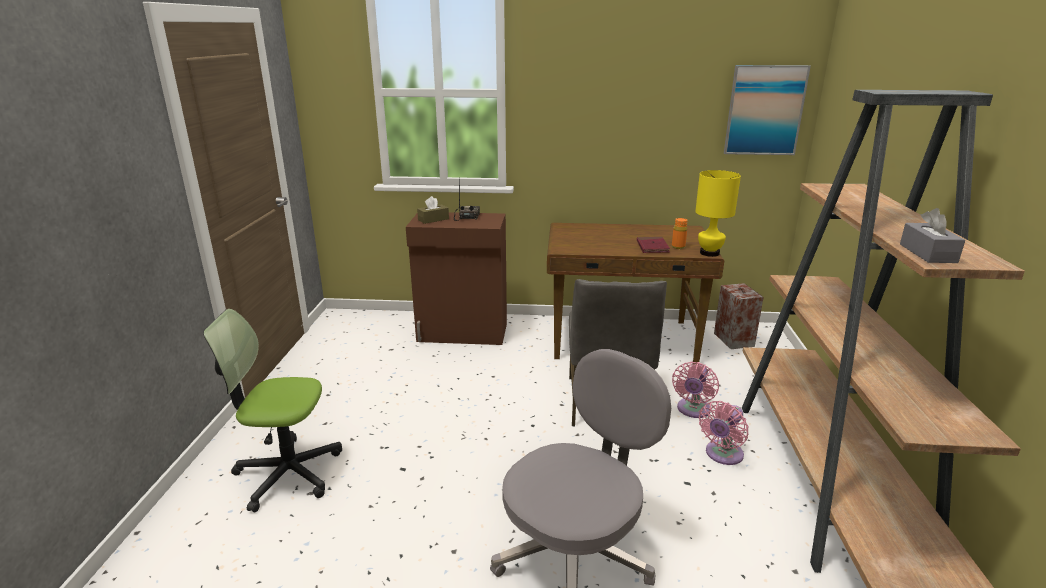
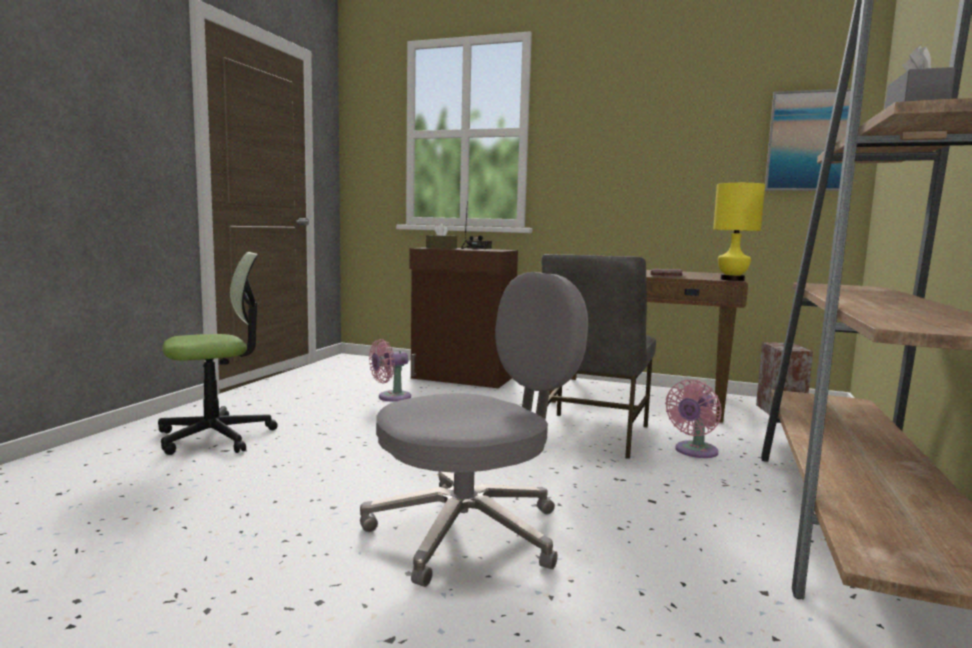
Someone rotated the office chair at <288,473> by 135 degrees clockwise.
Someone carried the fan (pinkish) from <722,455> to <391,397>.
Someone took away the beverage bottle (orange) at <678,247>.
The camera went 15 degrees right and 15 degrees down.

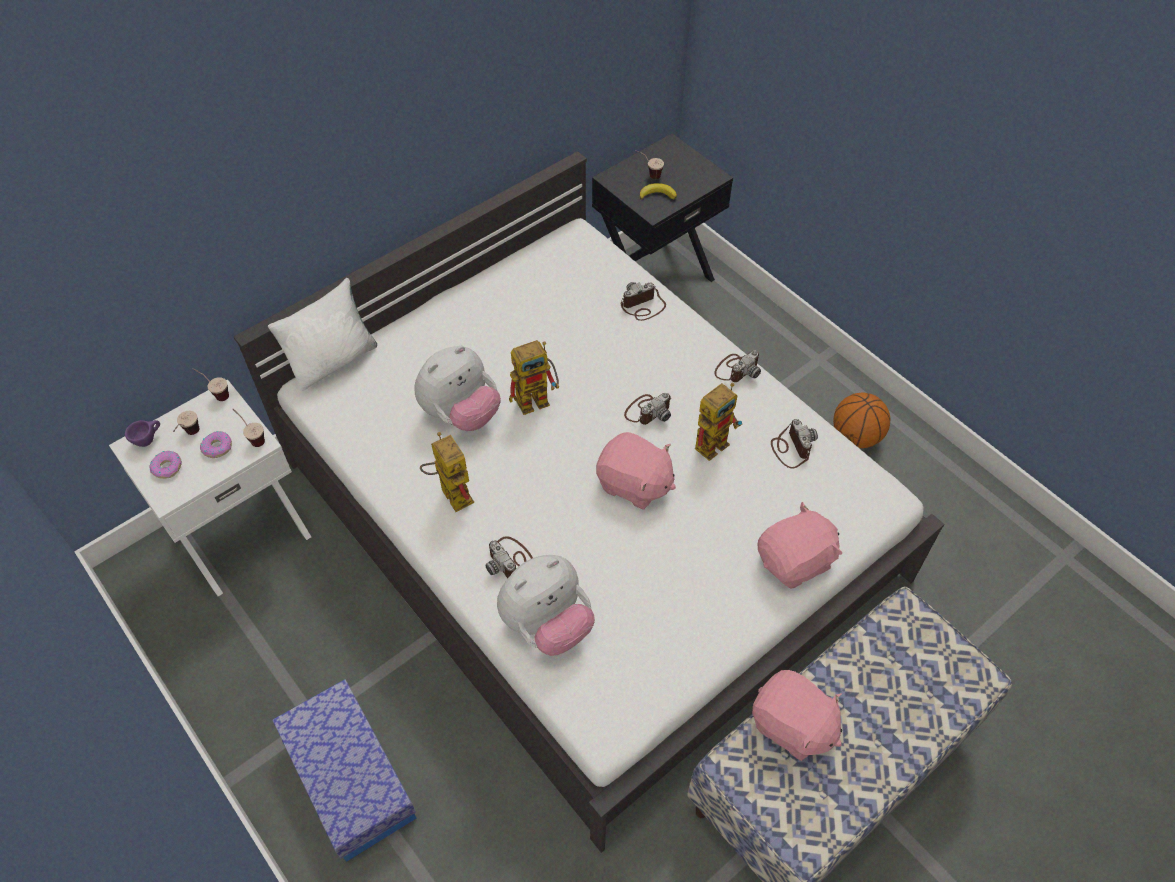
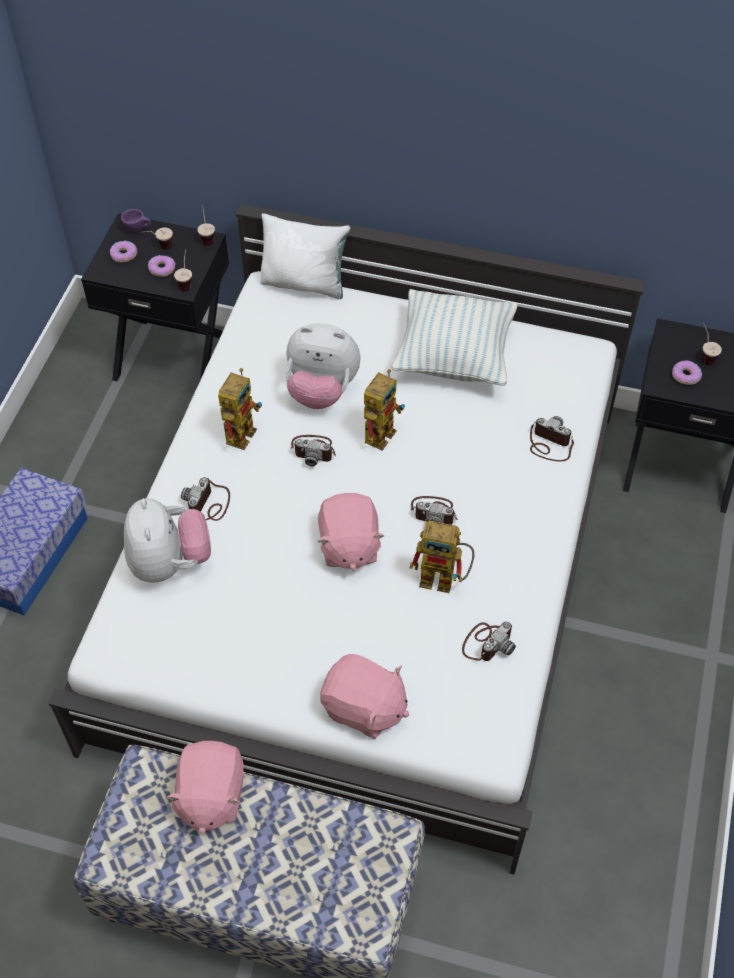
Someone repainted the night table (white) at <240,531>, which became the night table (black-coloured) at <173,355>.
Someone rotated the soft toy at <547,624> by 120 degrees counterclockwise.
Someone carried the photo camera from <736,369> to <314,450>.
Someone rotated the model robot at <538,398> by 90 degrees counterclockwise.
Someone put down the cushion at <454,357>.
Someone swapped the banana at <657,194> for the ring doughnut at <685,376>.
Someone took away the basketball ball at <856,436>.
The camera went 55 degrees right and 0 degrees up.

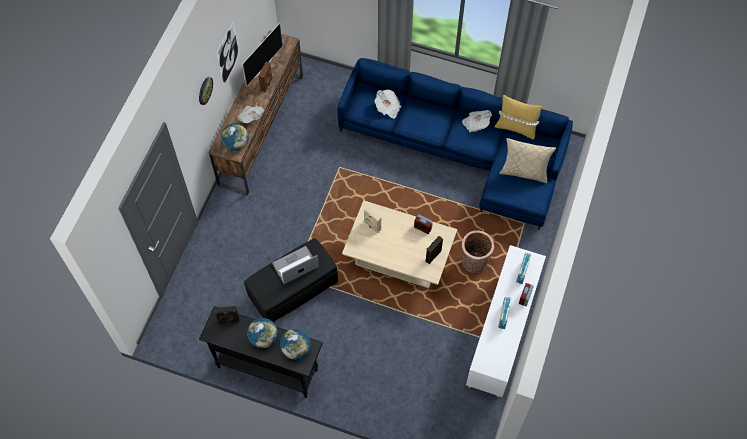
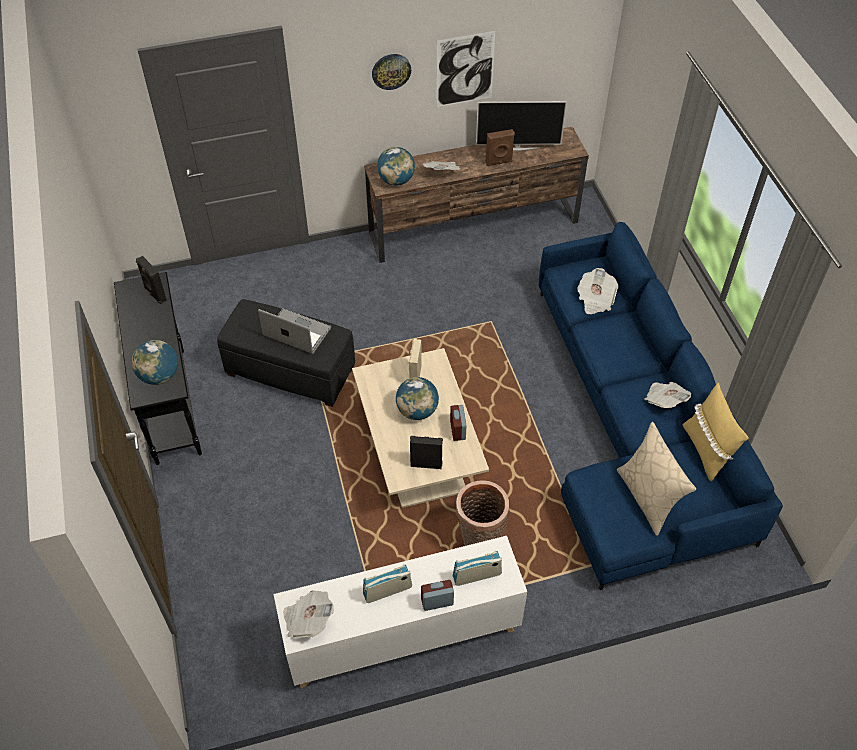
Someone put down the printed paper at <308,620>.
Someone carried the desk globe from <263,338> to <417,411>.
The camera went 55 degrees right and 10 degrees down.

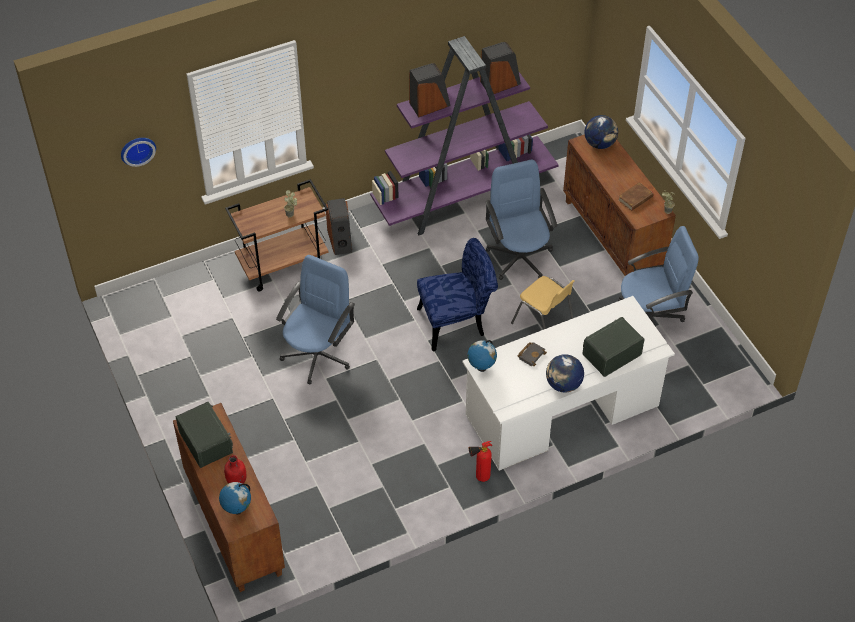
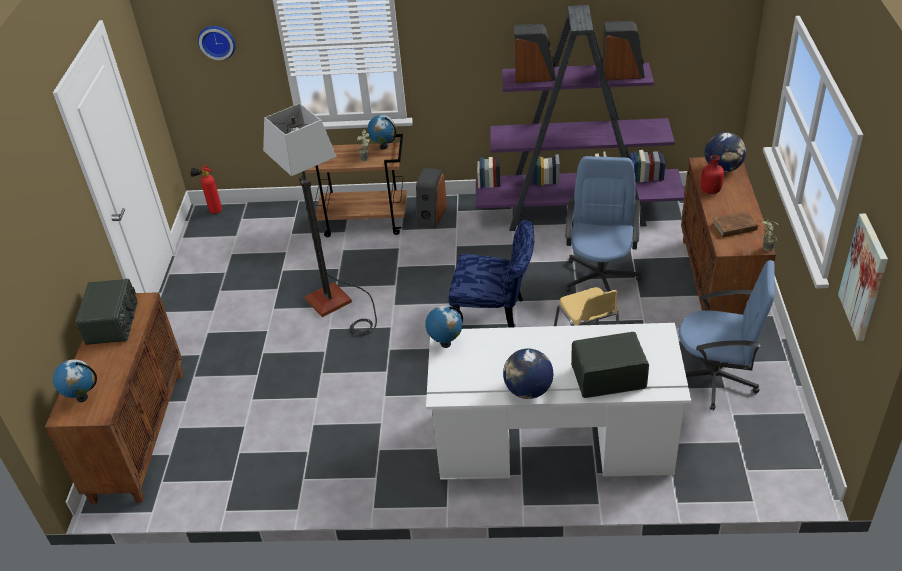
Someone carried the fire extinguisher from <479,478> to <213,211>.
Someone swapped the office chair (blue-coloured) at <318,354> for the standard lamp at <338,305>.
Someone put down the desk globe at <384,146>.
Someone carried the beverage bottle (reddish) from <236,480> to <710,190>.
Someone put up the wall art at <864,277>.
Someone took away the book (black-coloured) at <531,354>.
The camera went 30 degrees right and 10 degrees down.

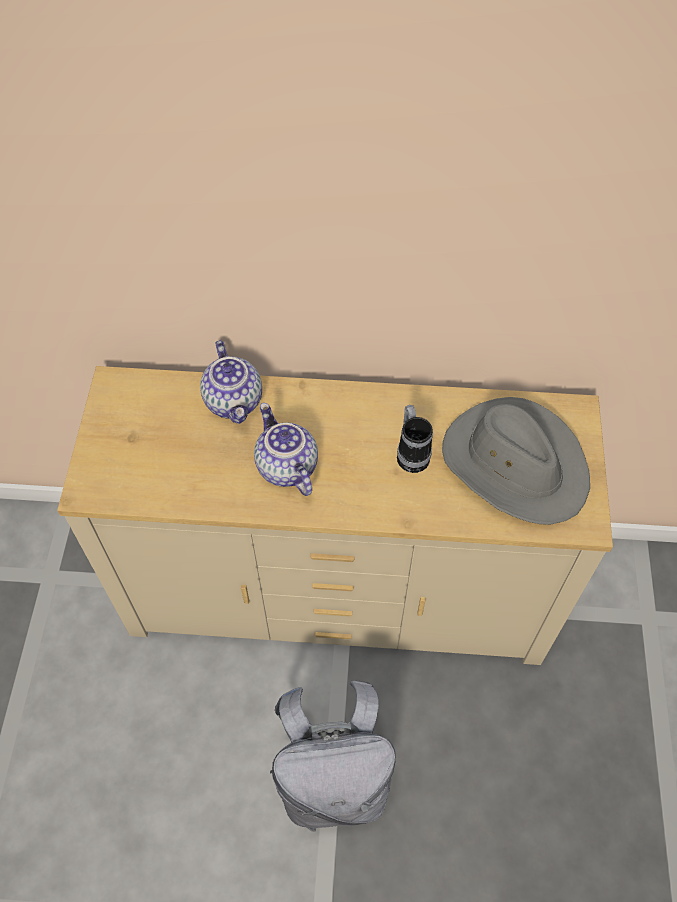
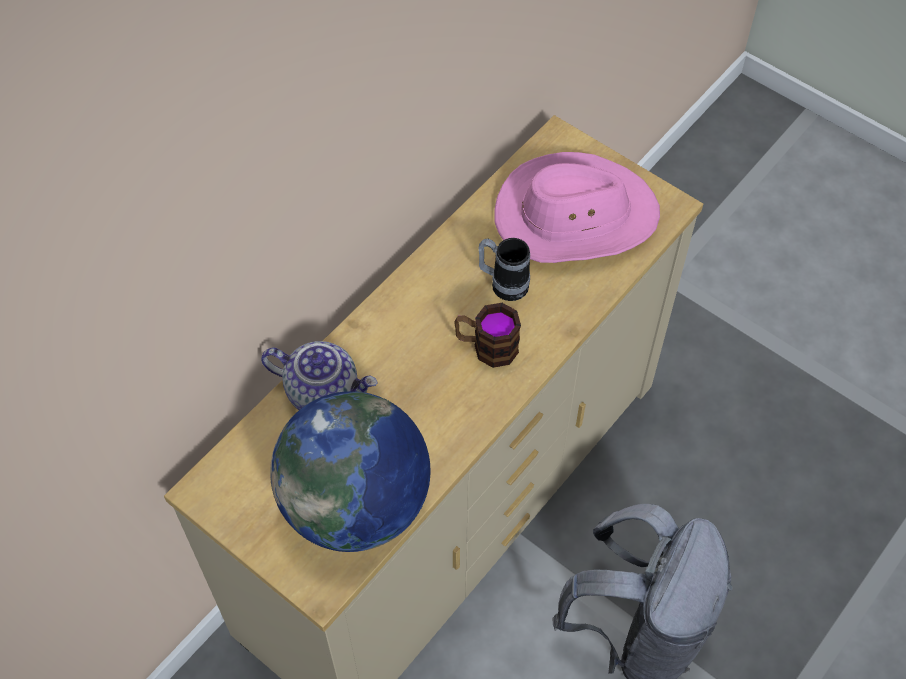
Someone put down the desk globe at <356,504>.
Someone put down the coffee mug at <486,347>.
Someone repainted the clothing hat (gray) at <515,463>, which became the clothing hat (pinkish) at <575,216>.
Someone took away the teapot at <285,467>.
The camera went 55 degrees left and 0 degrees up.

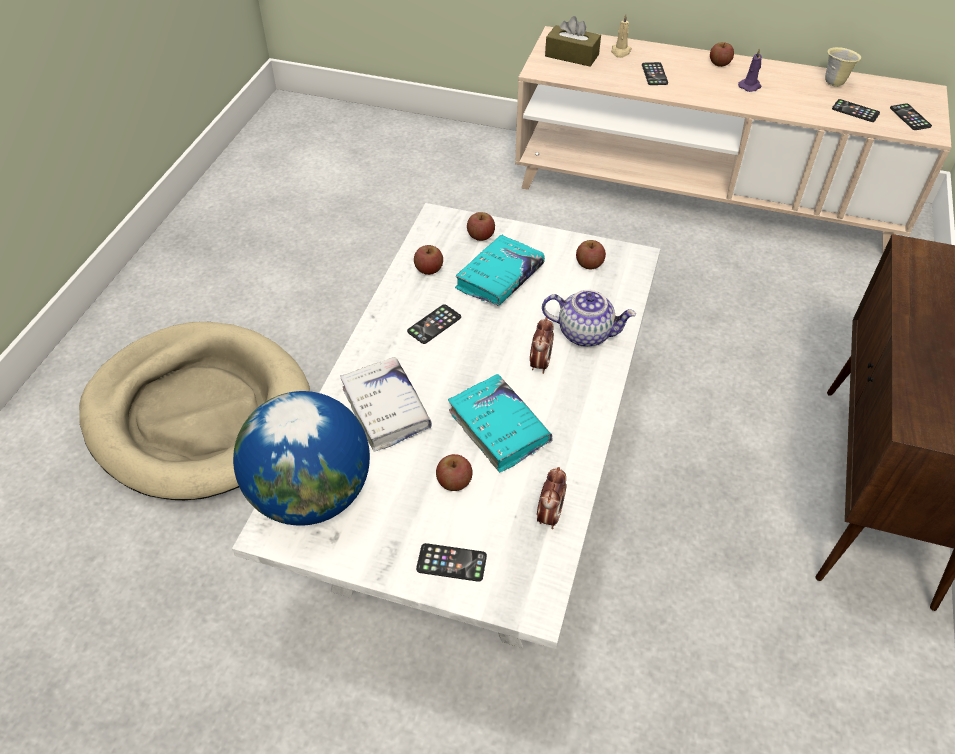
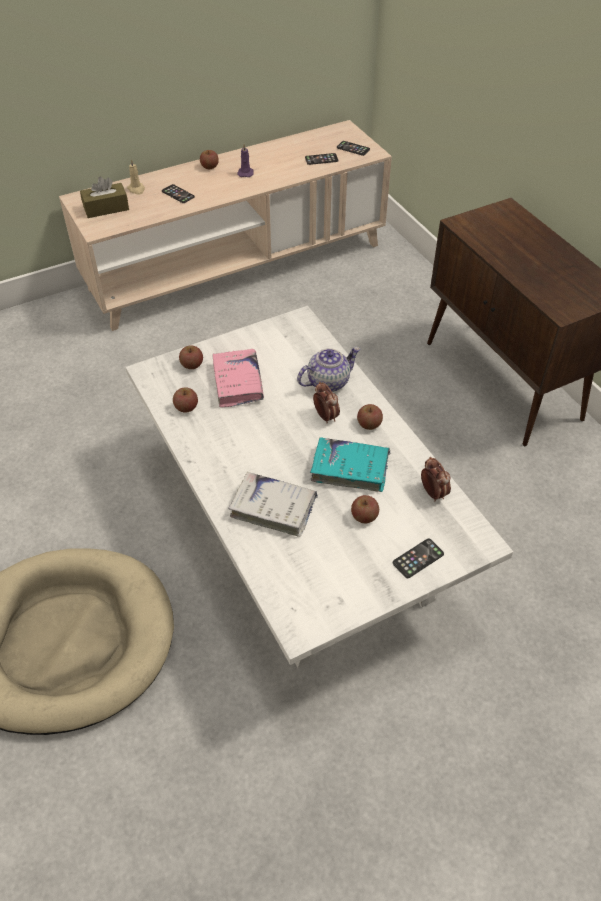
Someone repainted the book (blue-green) at <499,278>, which became the book (pinkish) at <238,383>.
Someone carried the apple from <589,264> to <369,424>.
Someone took away the desk globe at <311,495>.
Someone took away the telephone at <434,324>.
Someone took away the coffee mug (beige) at <834,82>.
The camera went 45 degrees left and 0 degrees up.

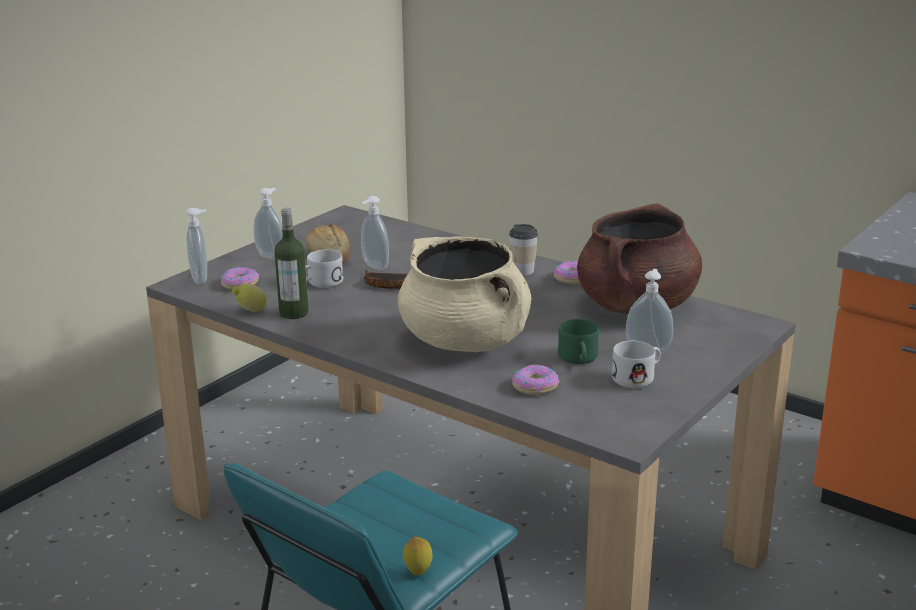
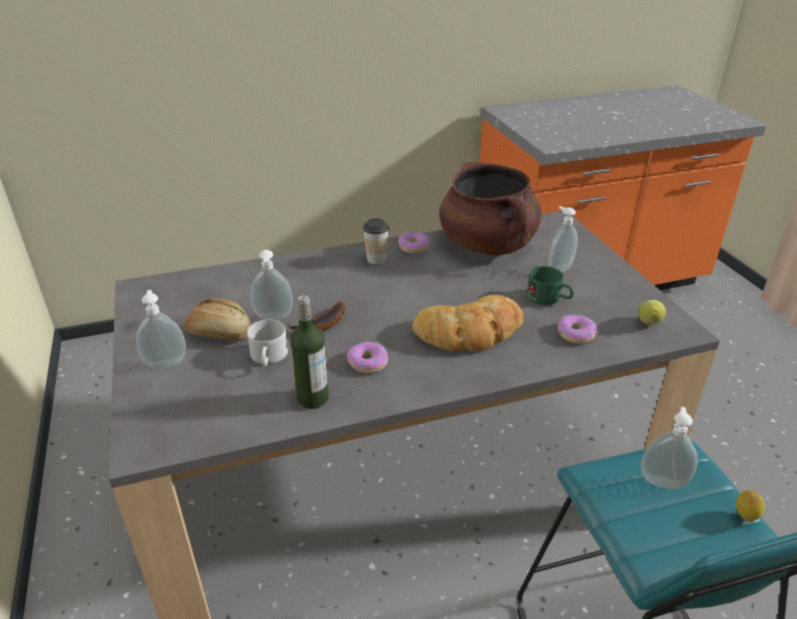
Someone carried the ring doughnut from <240,284> to <367,362>.
Someone swapped the cooking pot (beige) at <465,341> for the baked bread at <470,332>.
Someone carried the lemon from <250,311> to <648,324>.
Someone carried the soap dispenser from <202,279> to <662,480>.
Someone took away the coffee mug (white) at <638,377>.
The camera went 55 degrees left and 10 degrees up.

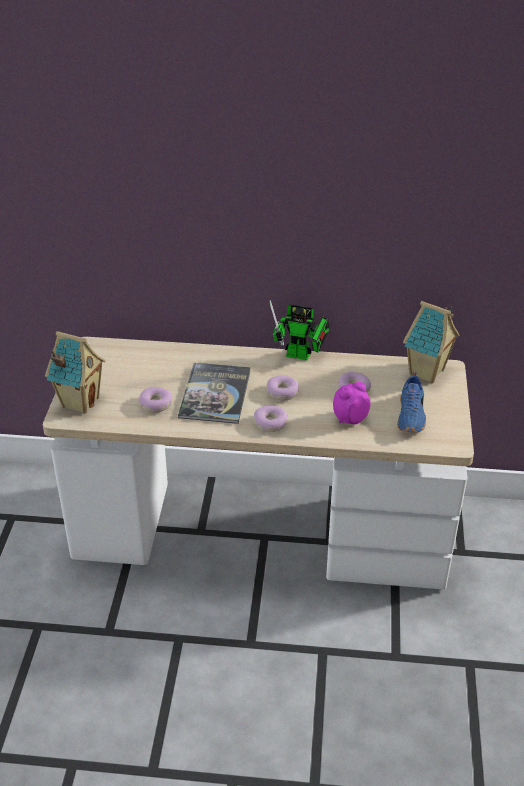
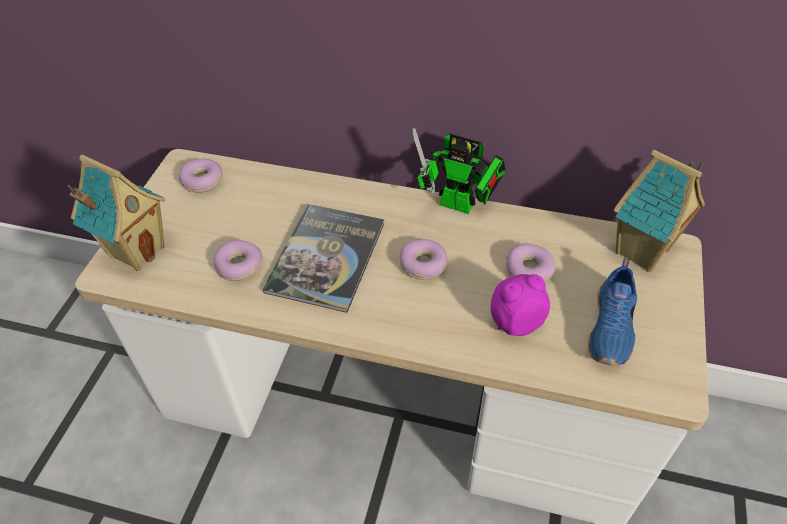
Someone carried the ring doughnut from <270,423> to <202,181>.
The camera went 10 degrees right and 10 degrees up.

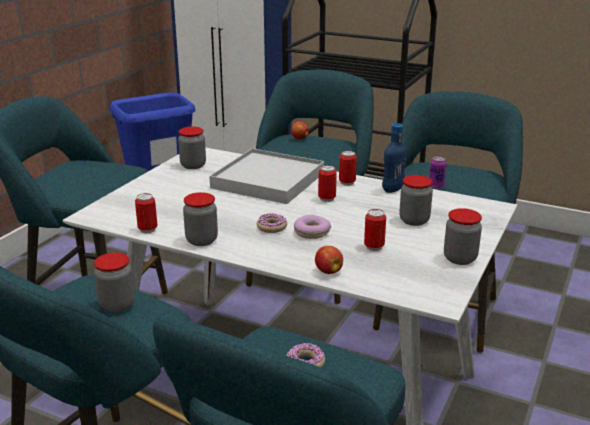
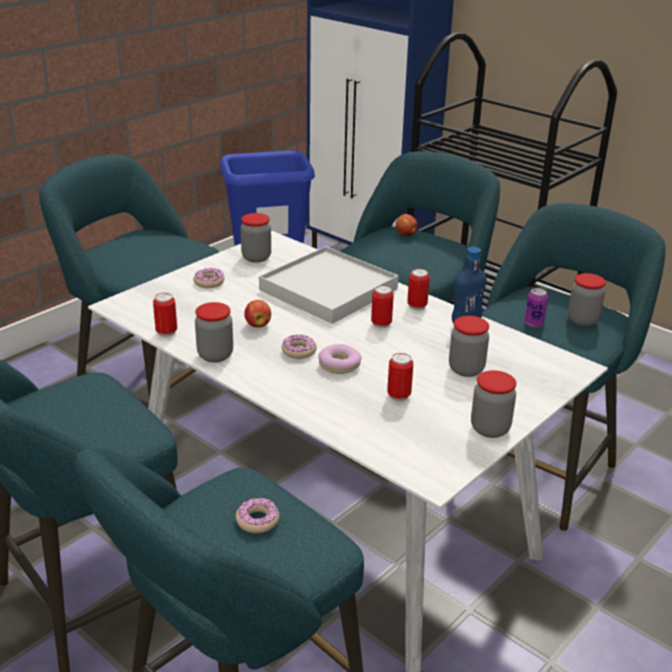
Someone put down the ring doughnut at <209,282>.
Someone carried the apple from <328,271> to <258,324>.
Someone carried the storage jar from <117,305> to <582,320>.
The camera went 15 degrees right and 5 degrees up.

